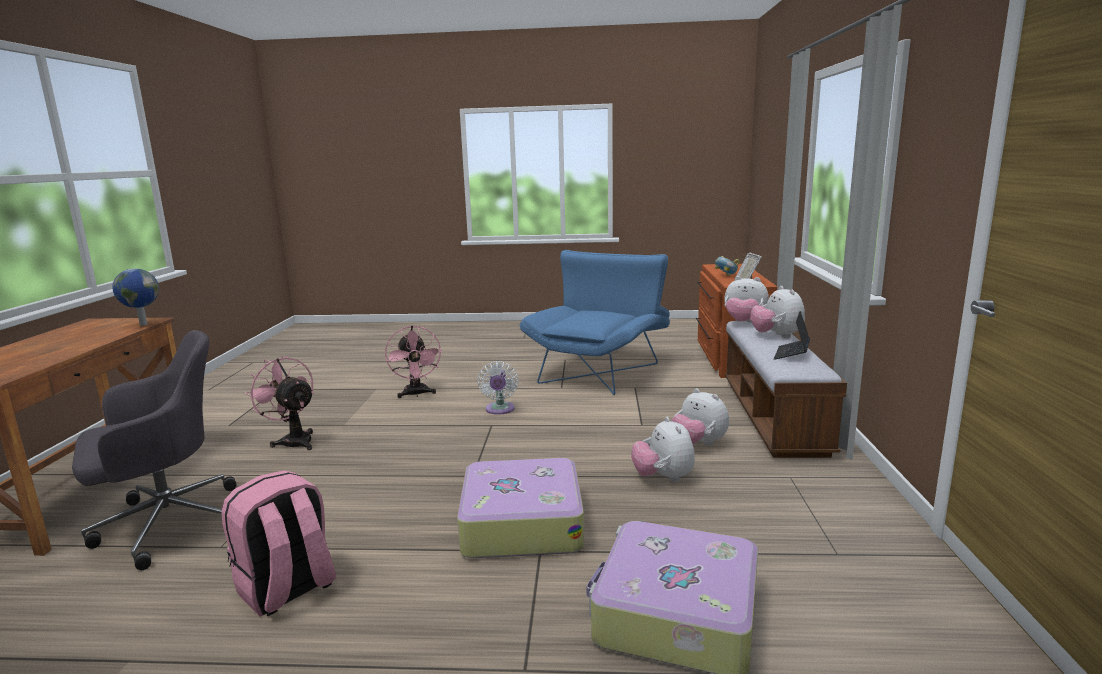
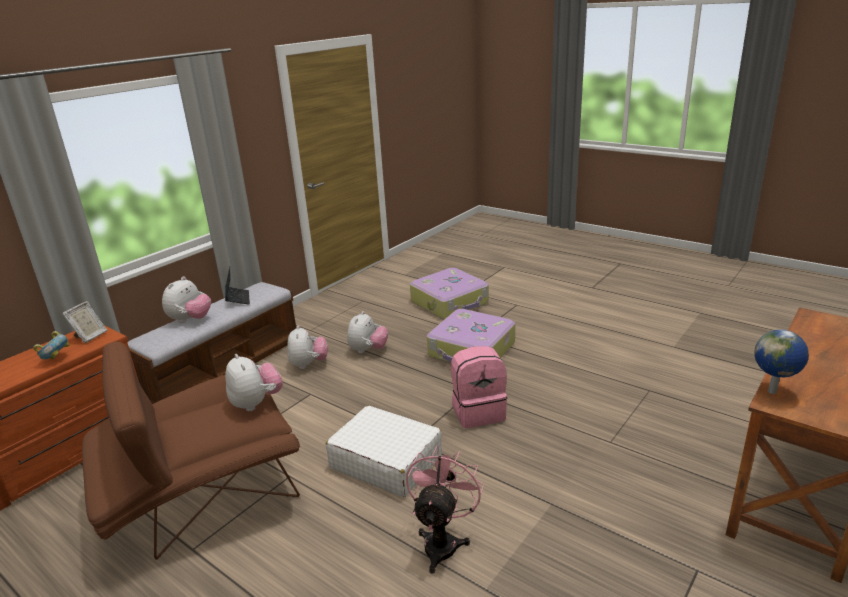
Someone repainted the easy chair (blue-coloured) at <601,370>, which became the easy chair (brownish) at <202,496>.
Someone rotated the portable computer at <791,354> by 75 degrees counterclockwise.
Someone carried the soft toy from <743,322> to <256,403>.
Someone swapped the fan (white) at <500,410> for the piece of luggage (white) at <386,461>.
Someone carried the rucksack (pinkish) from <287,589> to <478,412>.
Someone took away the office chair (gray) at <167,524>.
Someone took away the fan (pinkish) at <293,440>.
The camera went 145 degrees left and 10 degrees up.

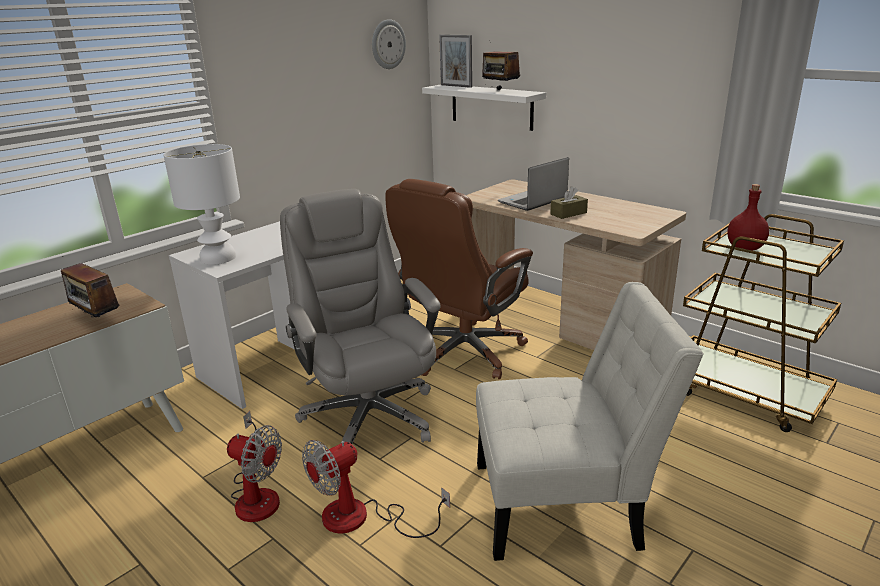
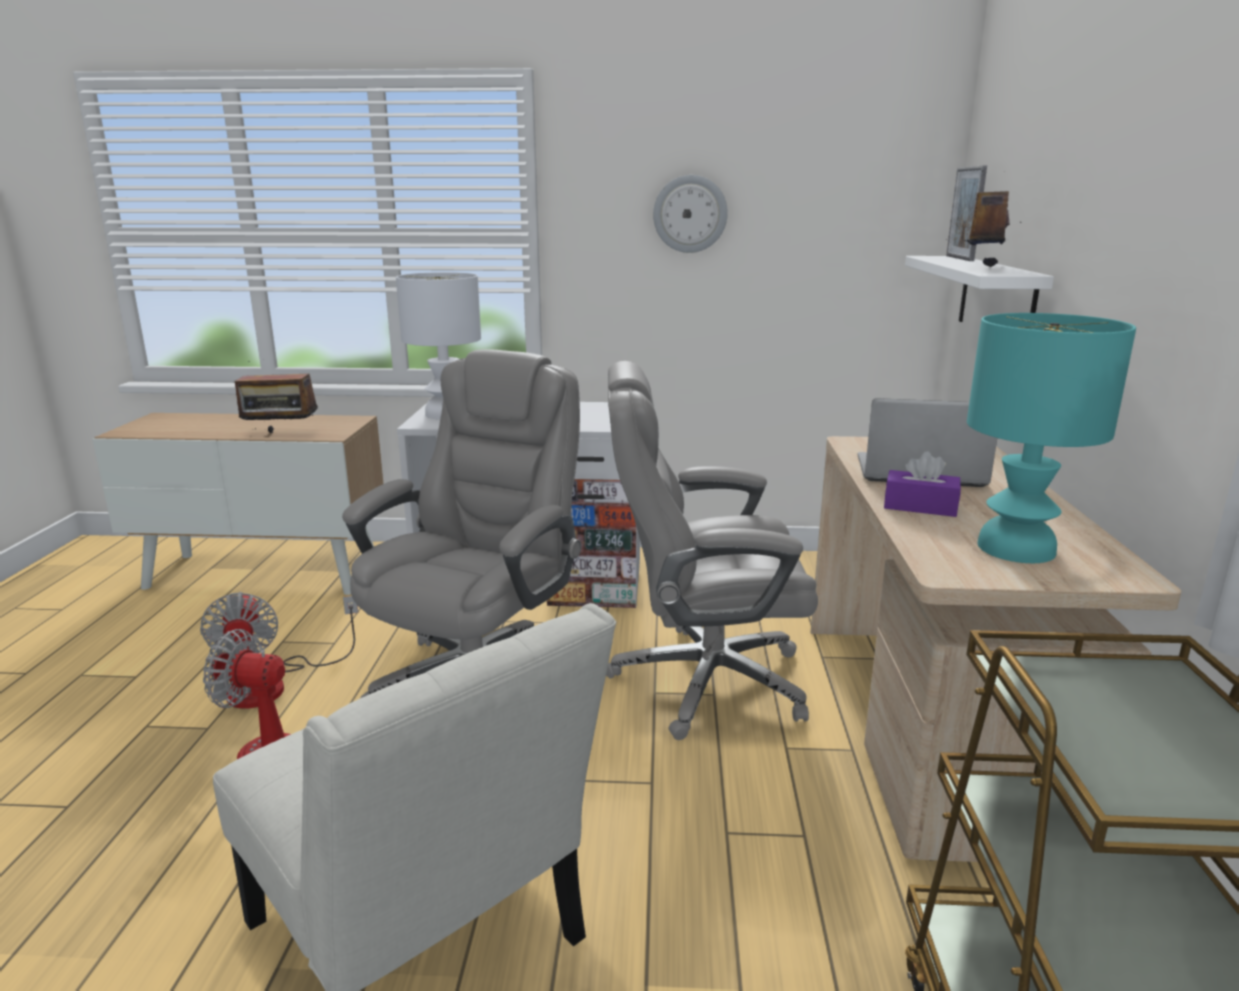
Someone rotated the radio receiver at <97,322> by 90 degrees counterclockwise.
Someone repainted the office chair (brownish) at <463,352>, which became the office chair (gray) at <704,680>.
Someone carried the hanging clock from <388,44> to <690,214>.
Someone repainted the tissue box (brownish) at <568,213>, which became the tissue box (purplish) at <920,506>.
Someone put down the lamp for a table (blue-green) at <1017,548>.
Someone took away the beverage bottle (reddish) at <744,248>.
The camera went 50 degrees right and 5 degrees down.

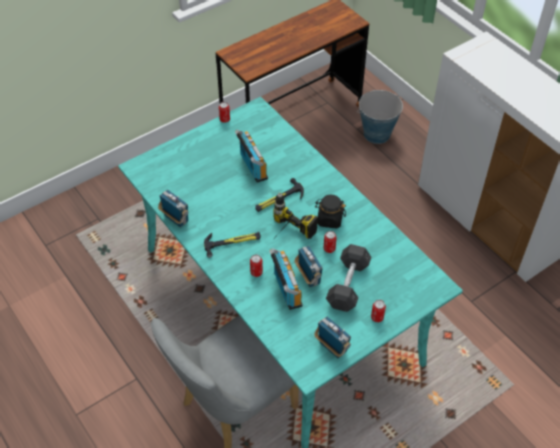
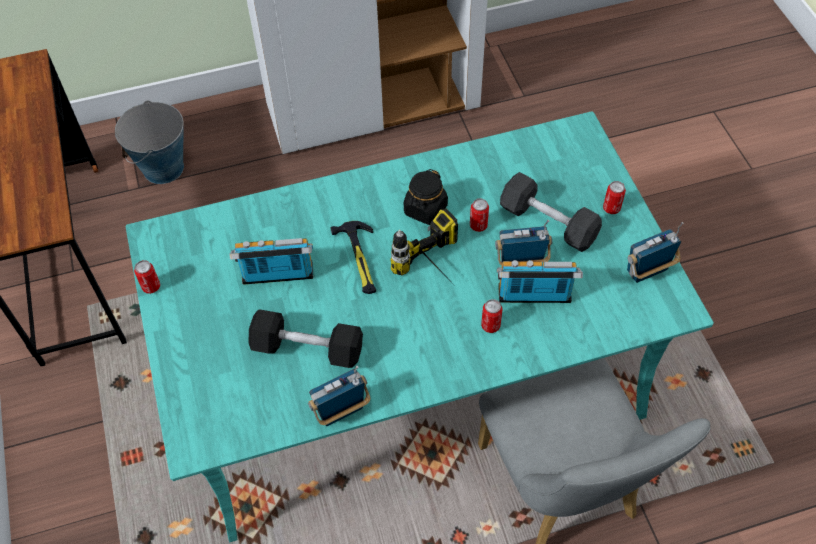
Someone put down the free weight (black-coloured) at <307,348>.
Someone took away the hammer at <232,242>.
The camera went 70 degrees left and 5 degrees up.

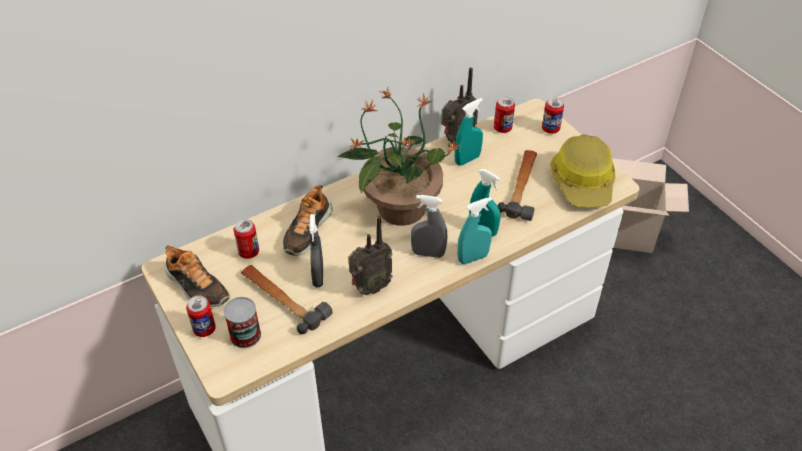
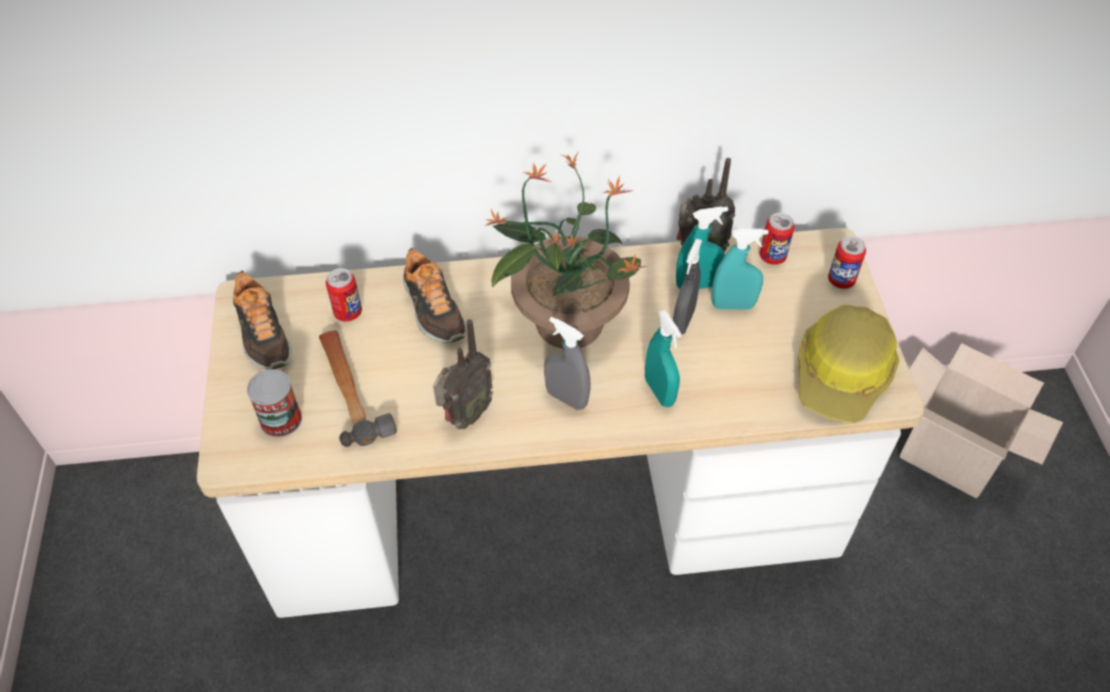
Someone rotated the low shoe at <307,230> by 75 degrees counterclockwise.
Someone rotated the radio receiver at <369,287> by 45 degrees counterclockwise.
Someone carried the sprayer (gray) from <318,276> to <683,321>.
Someone carried the sprayer (blue-green) from <473,258> to <733,305>.
Someone took away the metal can at <204,329>.
Someone took away the hammer at <522,187>.
The camera went 25 degrees right and 5 degrees up.

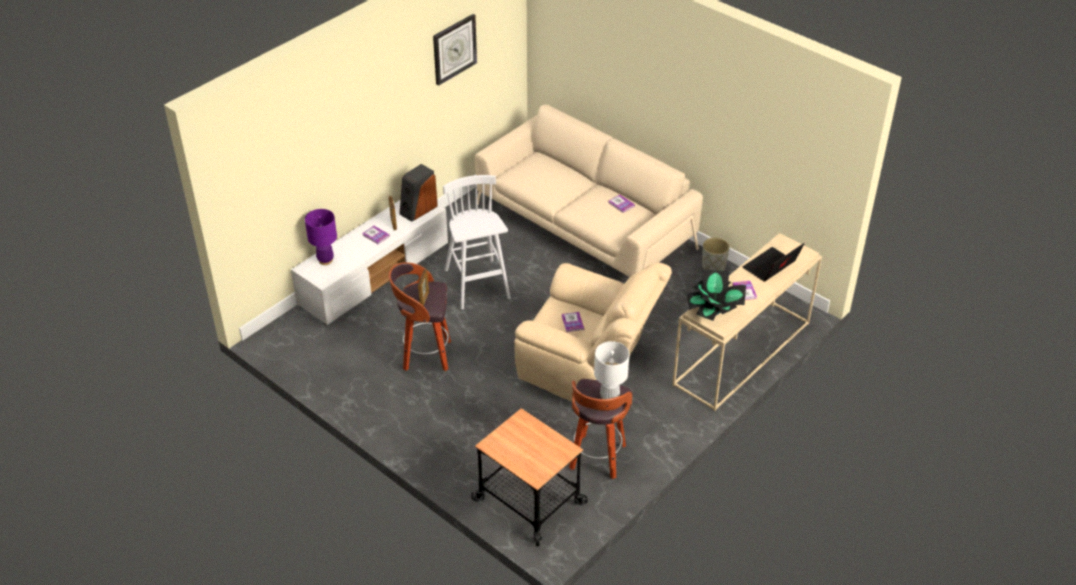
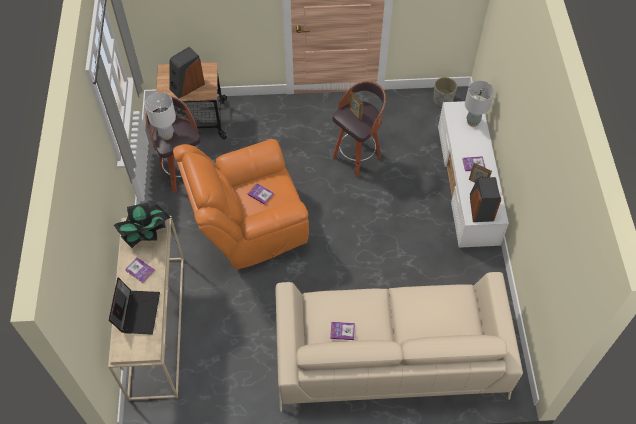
Someone put down the loudspeaker at <187,86>.
Someone repainted the easy chair (beige) at <589,370>, which became the easy chair (orange) at <248,227>.
Someone carried the planter (gray) from <714,266> to <442,100>.
Someone repainted the lamp for a table (purplish) at <325,260>, which became the lamp for a table (gray) at <473,121>.
Someone took away the hanging clock at <454,49>.
Someone took away the stool (white) at <477,285>.
The camera went 135 degrees right and 15 degrees up.

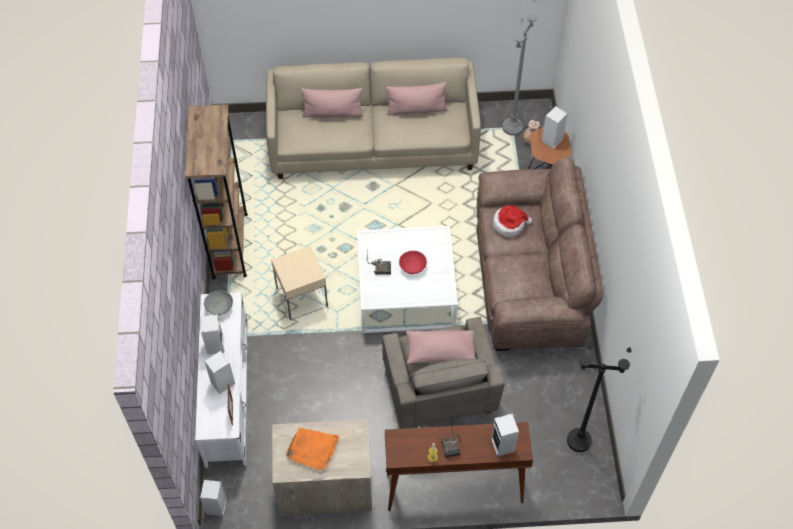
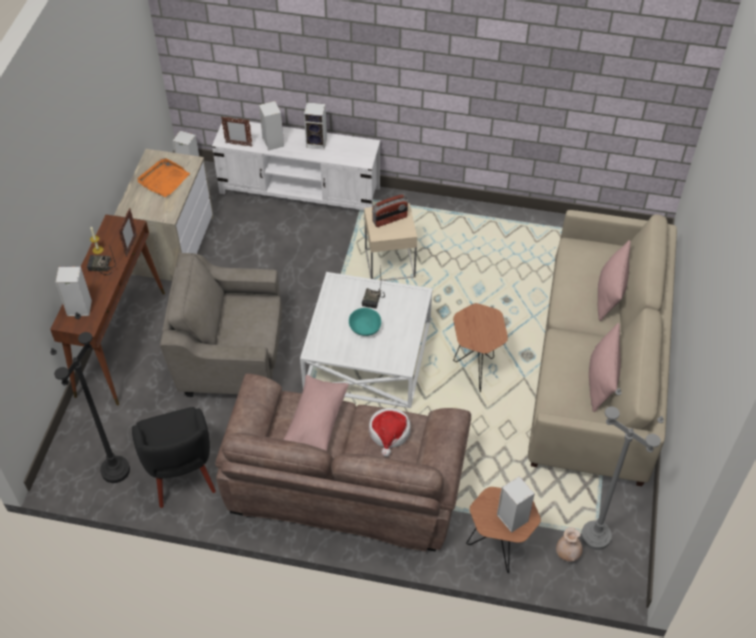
Someone put down the standing frame at <131,246>.
Someone put down the easy chair (black-coloured) at <180,473>.
Someone carried the cushion (pinkish) from <440,352> to <316,420>.
Someone repainted the serving bowl (reddish) at <412,267>, which became the serving bowl (blue-green) at <364,328>.
Someone put down the radio receiver at <390,219>.
Someone put down the end table (brownish) at <475,368>.
Someone took away the bookshelf (brownish) at <230,245>.
Someone took away the serving bowl (gray) at <219,307>.
The camera went 105 degrees right and 5 degrees down.

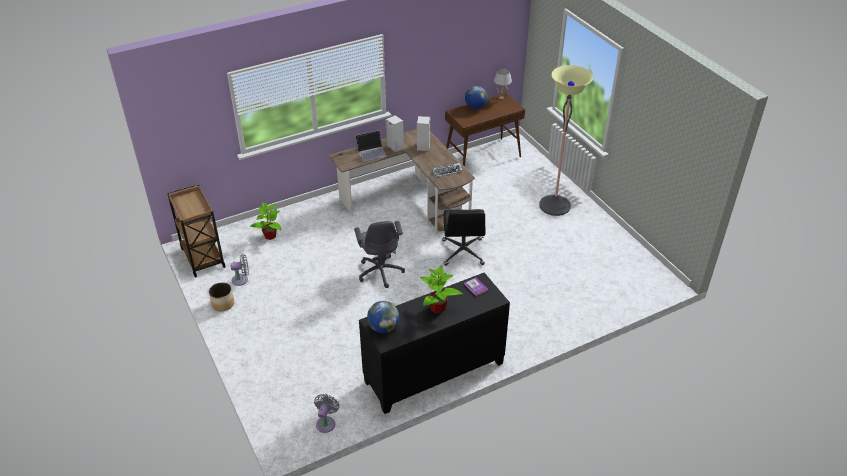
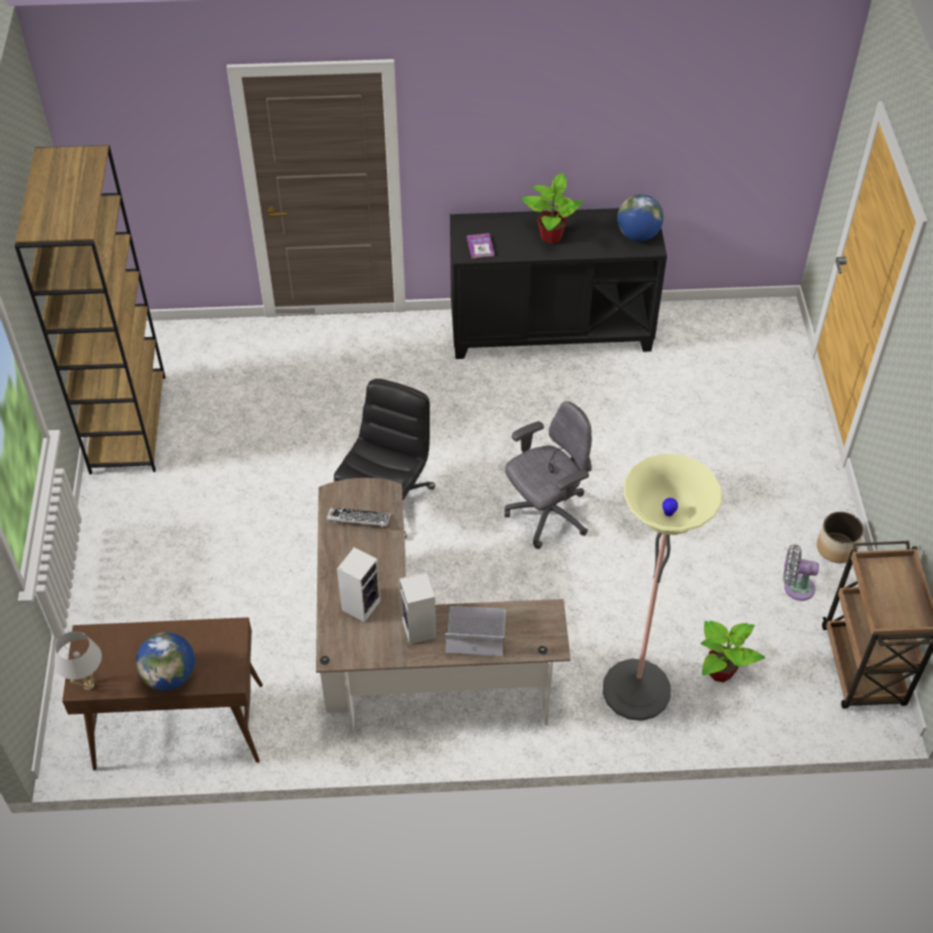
Someone put down the bookshelf (brownish) at <127,423>.
Someone rotated the office chair (gray) at <380,271> by 45 degrees clockwise.
Someone carried the standard lamp from <554,205> to <636,690>.
Someone took away the fan (gray) at <326,422>.
The camera went 155 degrees left and 10 degrees up.

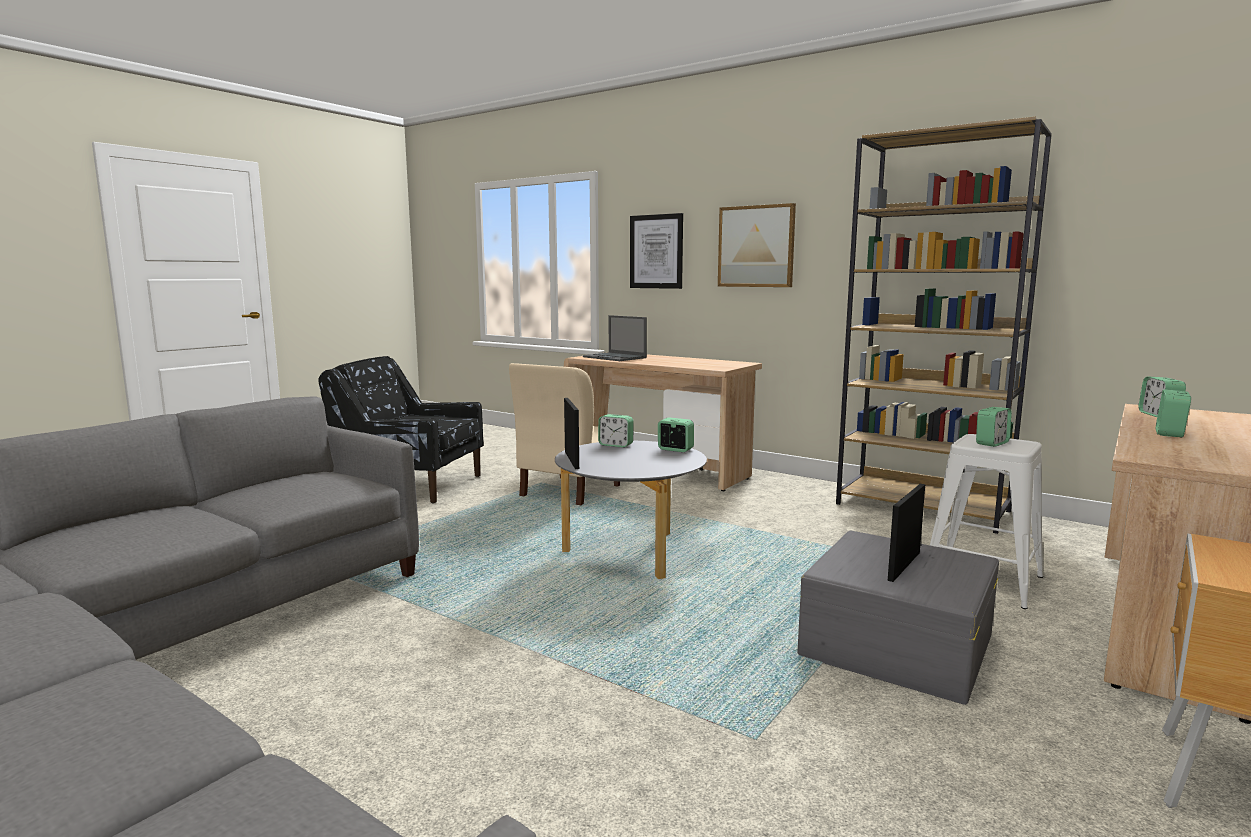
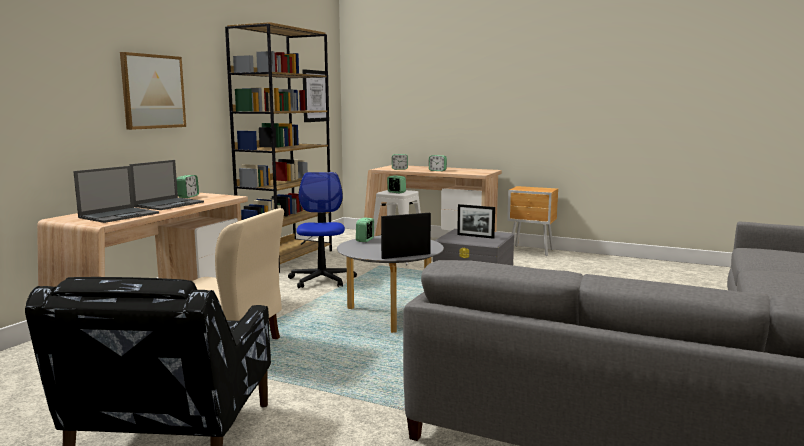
Someone put down the portable computer at <169,204>.
Someone carried the alarm clock from <616,445> to <188,196>.
Someone put down the office chair at <322,280>.
Someone carried the wall art from <656,251> to <315,96>.
The camera went 100 degrees left and 0 degrees up.

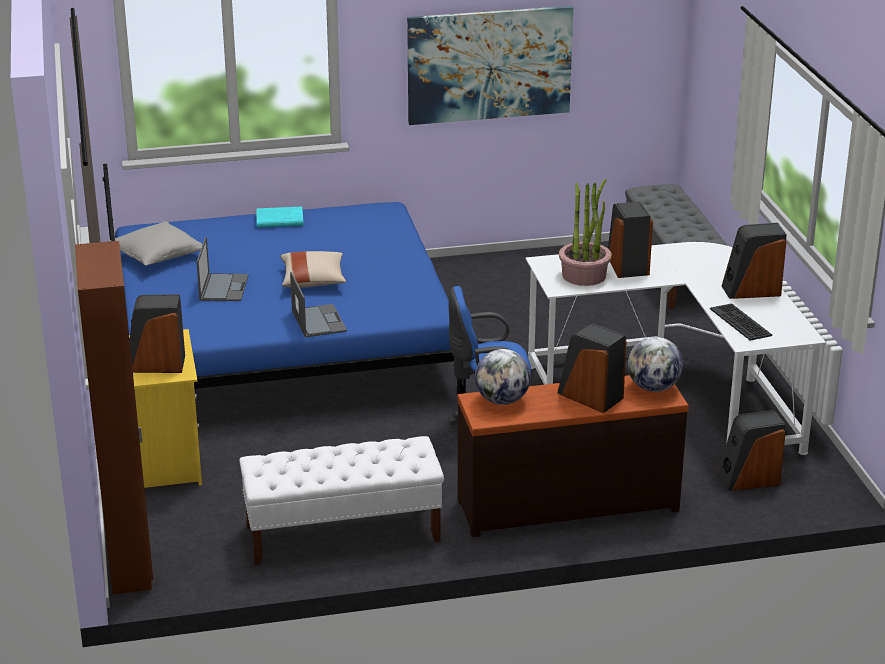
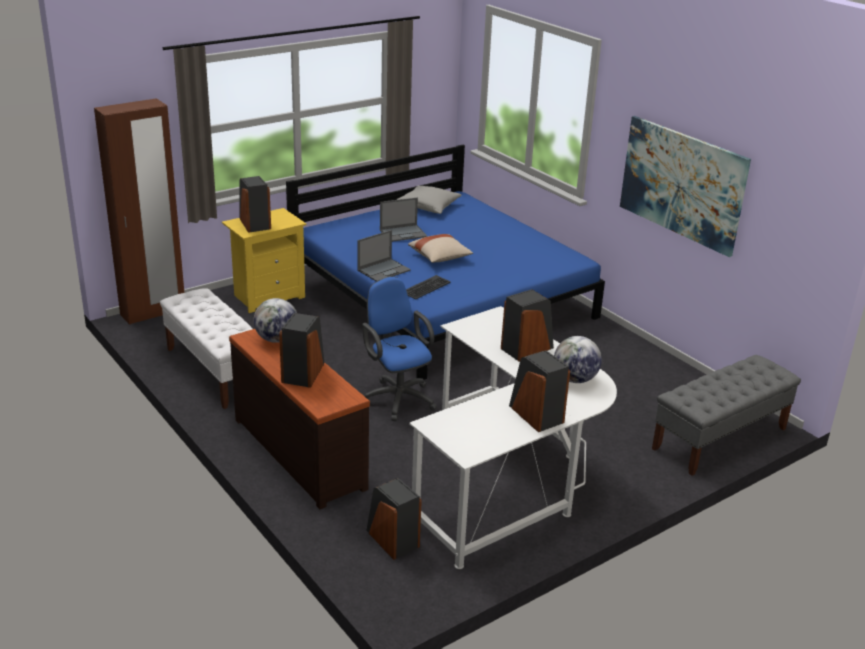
Someone carried the PC keyboard from <741,322> to <426,288>.
Someone carried the desk globe from <653,388> to <575,379>.
Someone took away the book (blue-green) at <279,220>.
Someone took away the plant in a pot at <584,275>.
The camera went 65 degrees right and 0 degrees up.

